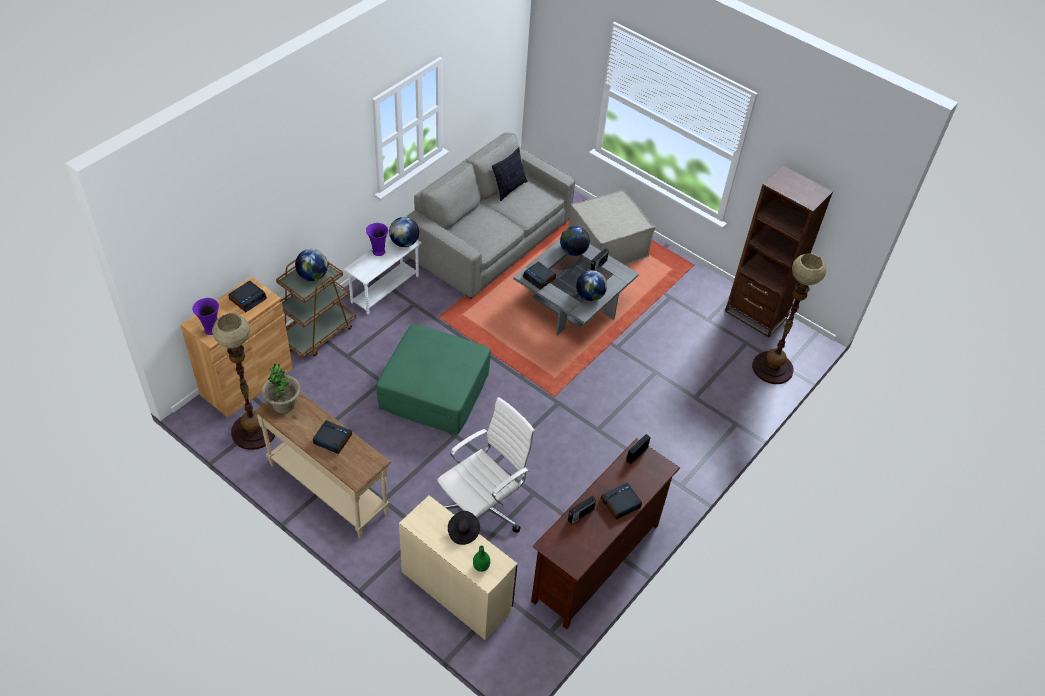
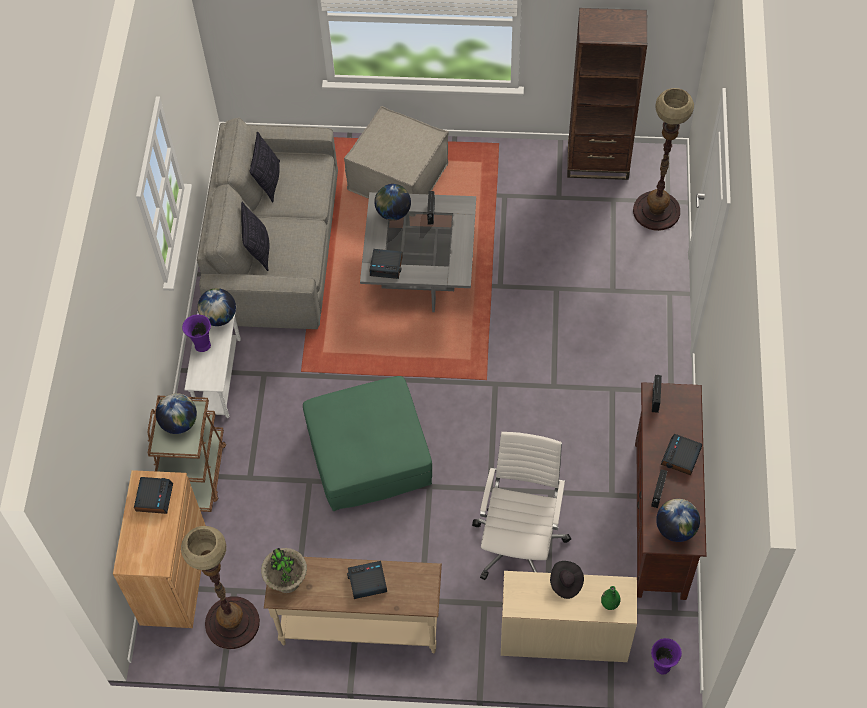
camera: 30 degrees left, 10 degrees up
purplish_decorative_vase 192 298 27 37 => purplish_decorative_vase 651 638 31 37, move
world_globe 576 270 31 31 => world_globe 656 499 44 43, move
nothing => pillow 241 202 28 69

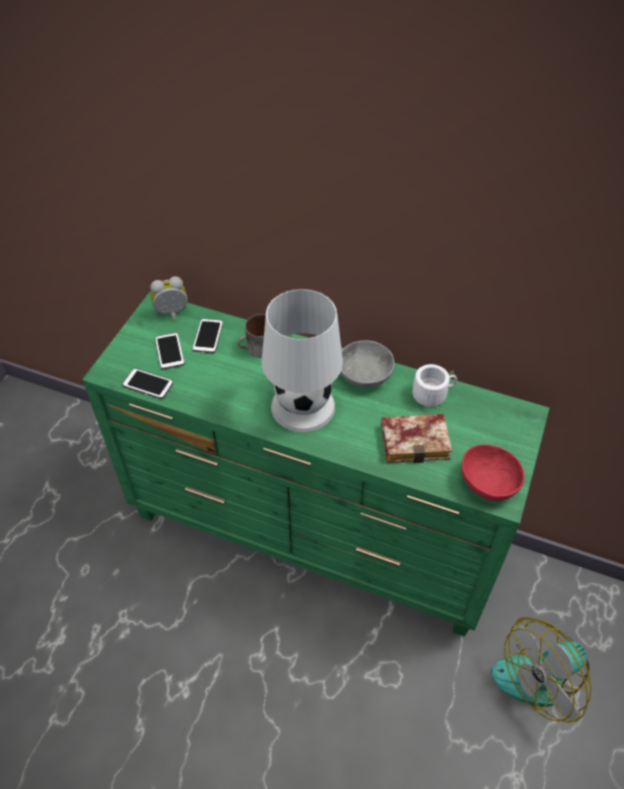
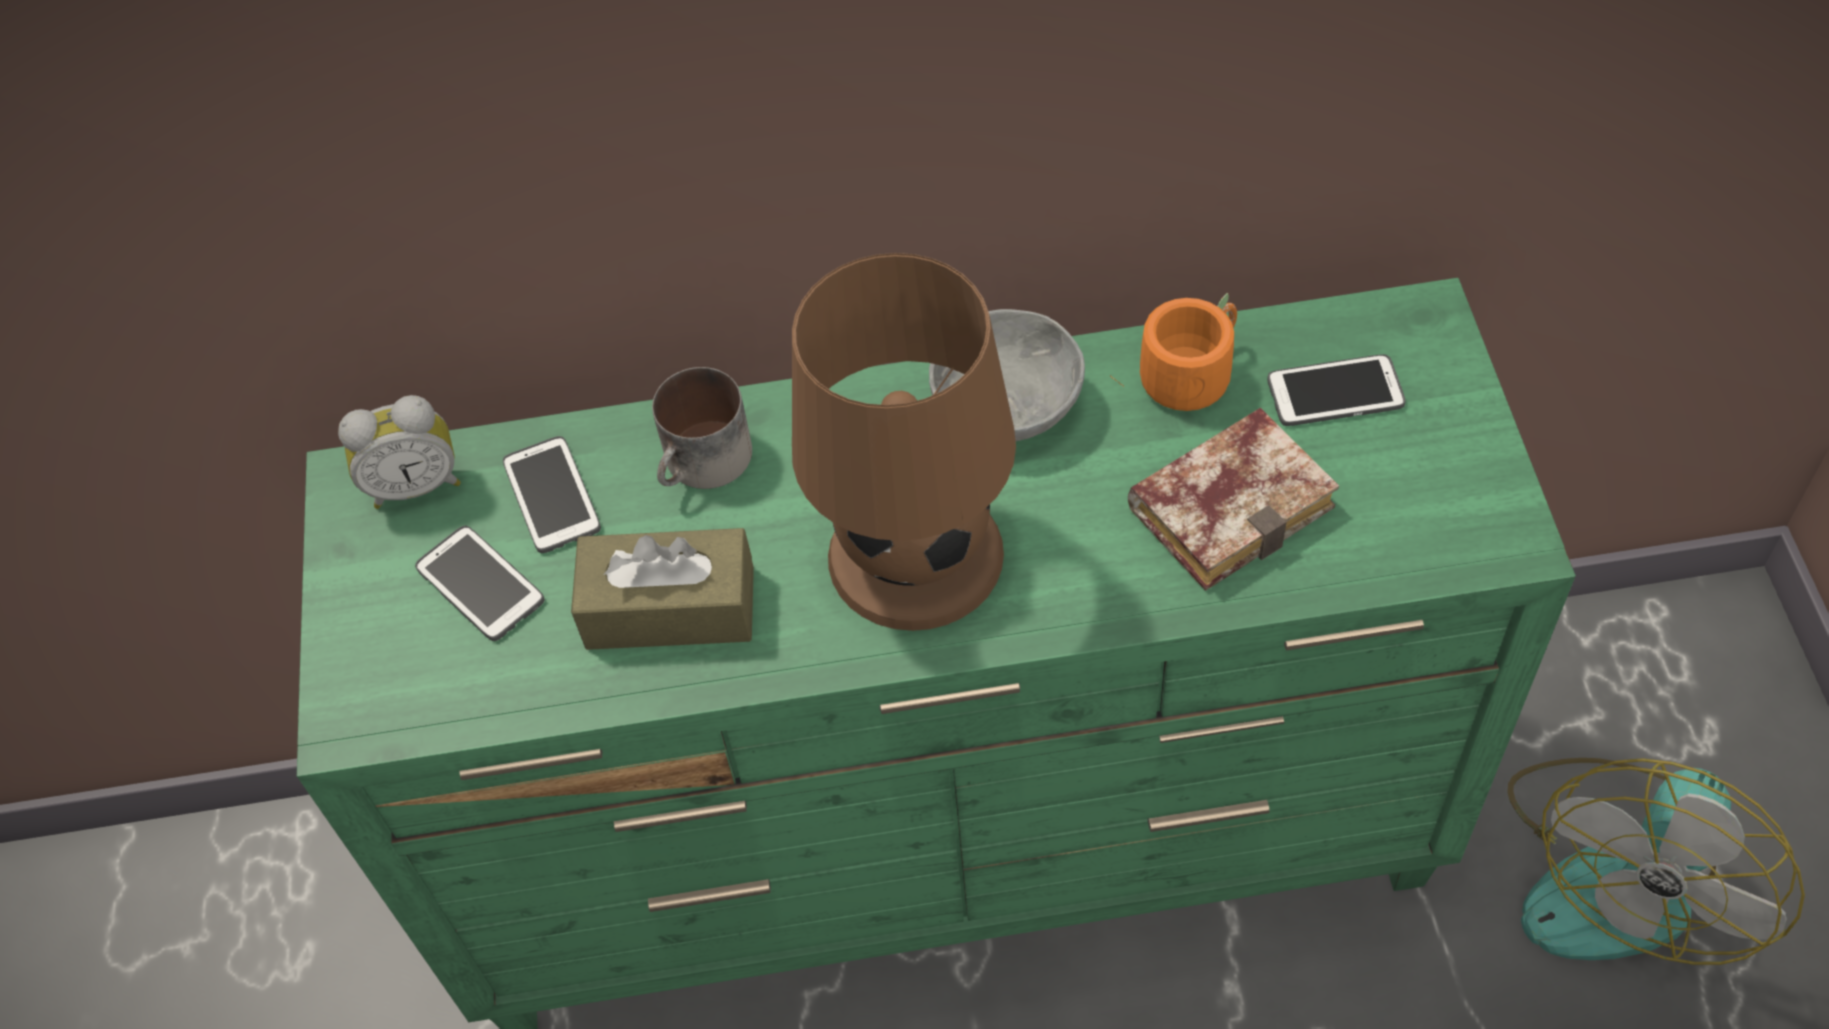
camera: 25 degrees left, 5 degrees up
phone 122 368 52 31 => phone 1267 354 139 72, move
table_clock 150 276 38 45 => table_clock 338 395 123 114, 150 degrees counterclockwise
whitish_table_lamp 262 289 81 143 => brown_table_lamp 792 253 224 378
whitish_mug 405 364 52 43 => orangey_mug 1110 293 127 118
red_deep_dish 461 444 64 57 => nothing
nothing => brown_tissue_holder 571 528 183 122

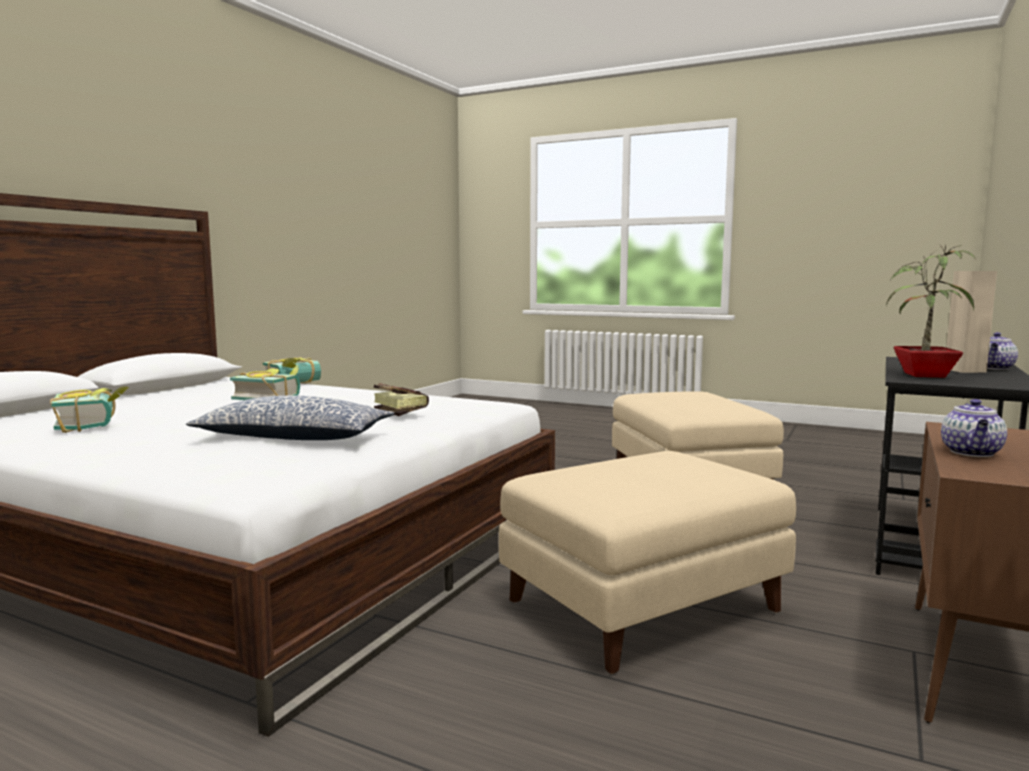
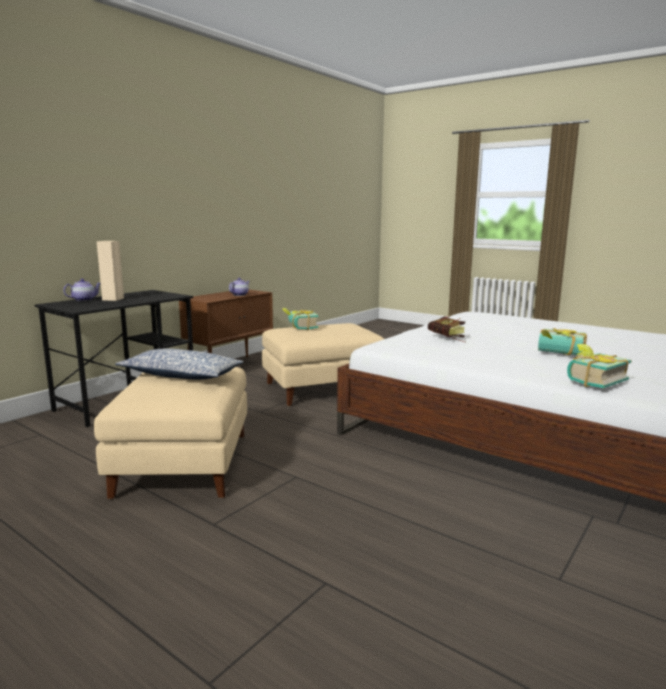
camera: 170 degrees left, 5 degrees up
volume 50 386 79 47 => volume 282 308 37 22, move
pillow 186 395 208 45 => pillow 115 348 129 32, move
potted_plant 886 245 89 133 => nothing

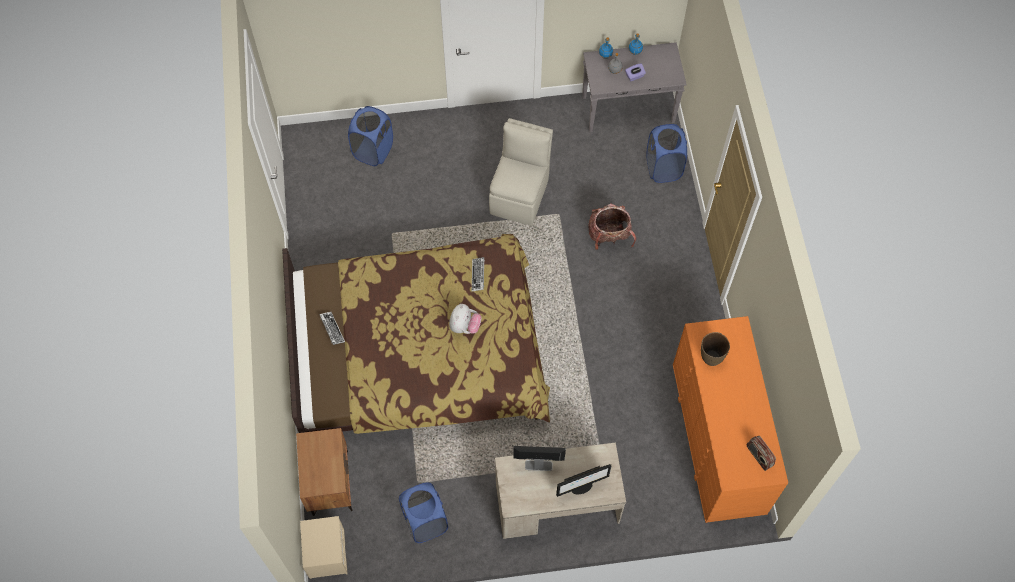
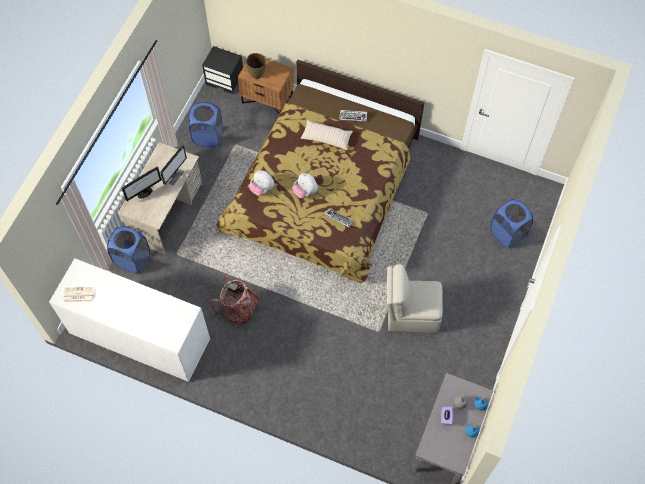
camera: 120 degrees right, 0 degrees up
beige_bedside_table 300 516 48 63 => black-coloured_bedside_table 202 46 41 48
beige_chair 489 118 64 107 => beige_chair 387 264 56 69, 135 degrees clockwise
computer_screen 556 464 56 33 => computer_screen 122 167 40 34, 135 degrees counterclockwise
knapsack 588 203 48 46 => knapsack 210 274 49 50, move
blue-coloured_laundry_basket 647 124 40 59 => blue-coloured_laundry_basket 107 226 43 47, move
orangey_drawer_chest 673 316 115 207 => whitish_drawer_chest 49 258 161 124
brown_decorative_vase 701 332 29 34 => brown_decorative_vase 246 53 20 26, move
radio 747 436 29 35 => newspaper 63 287 31 15
nothing => plush_toy 249 170 25 26
nothing => beige_pillow 301 120 52 30

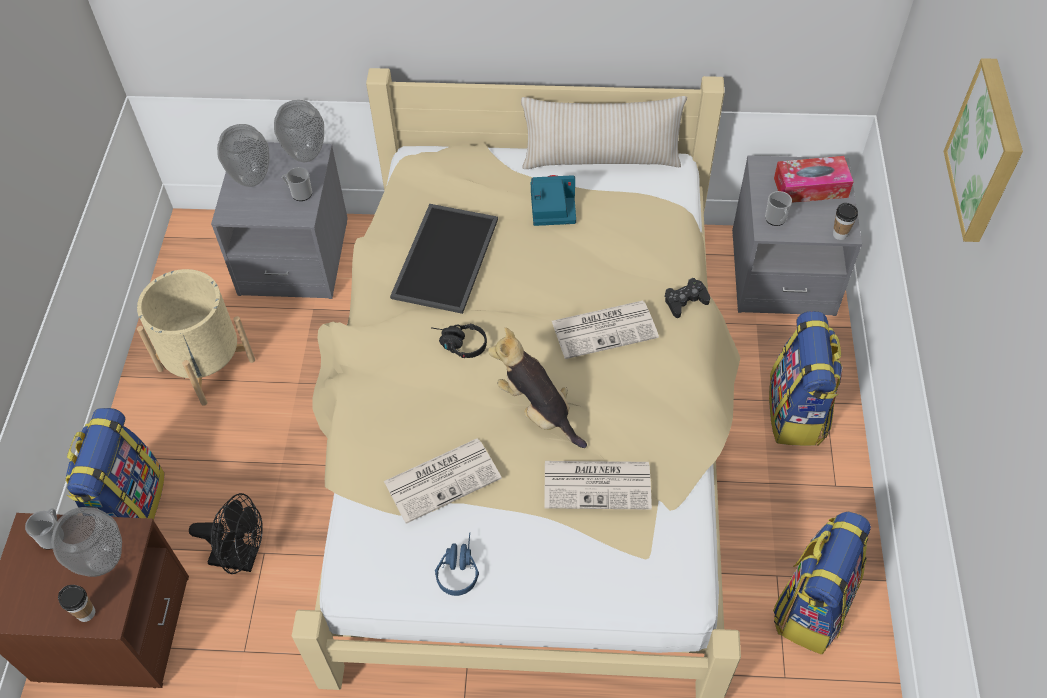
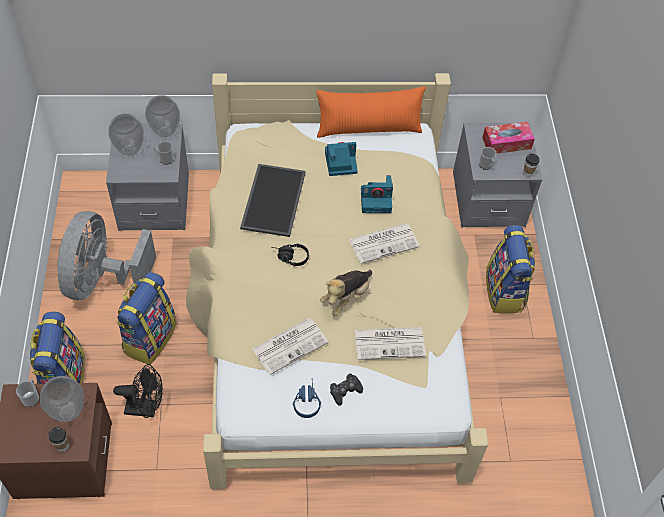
camera: 10 degrees left, 0 degrees up
beige_flower_pot 137 269 118 137 => grey_electric_fan 57 211 99 89
plush_toy 488 327 99 121 => plush_toy 320 270 52 46, 90 degrees counterclockwise
beige_pillow 521 96 166 73 => orangey_pillow 316 87 110 51
black-coloured_gamepad 665 278 45 40 => black-coloured_gamepad 330 373 33 33, move
knapsack 773 511 98 144 => knapsack 116 272 60 93, move
wall_art 944 58 79 184 => nothing
nothing => photo_camera 361 175 32 38

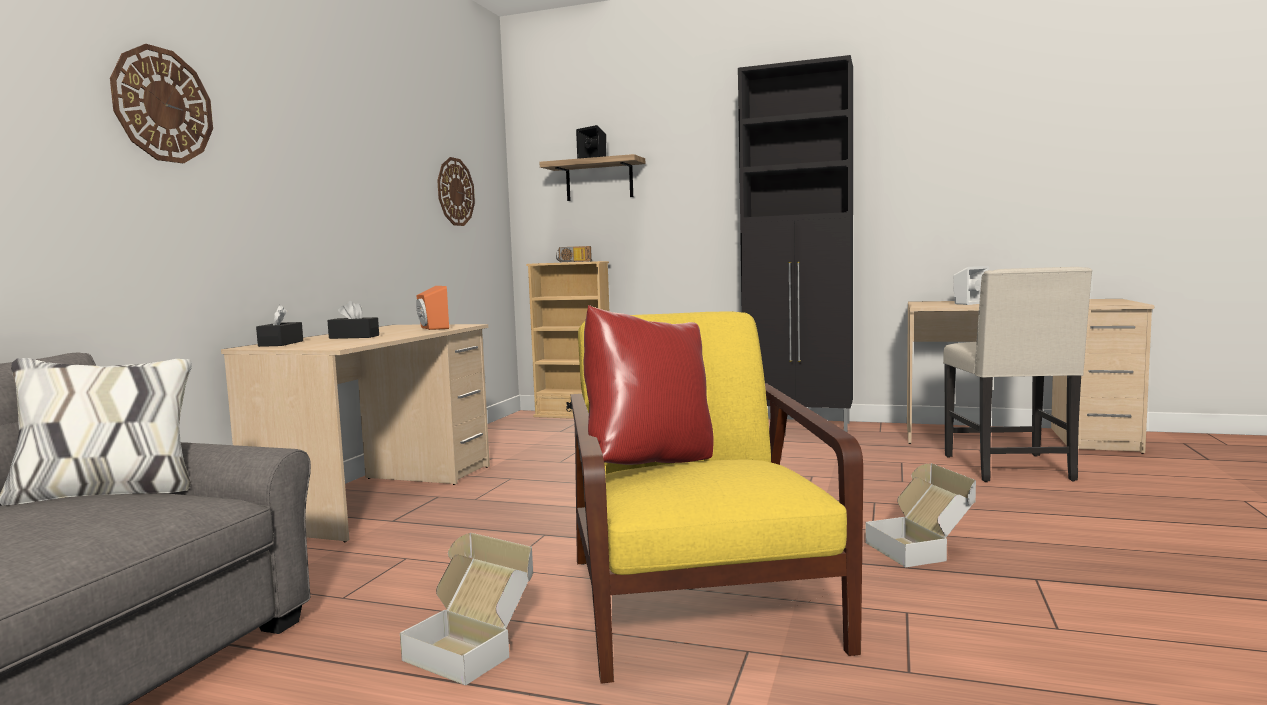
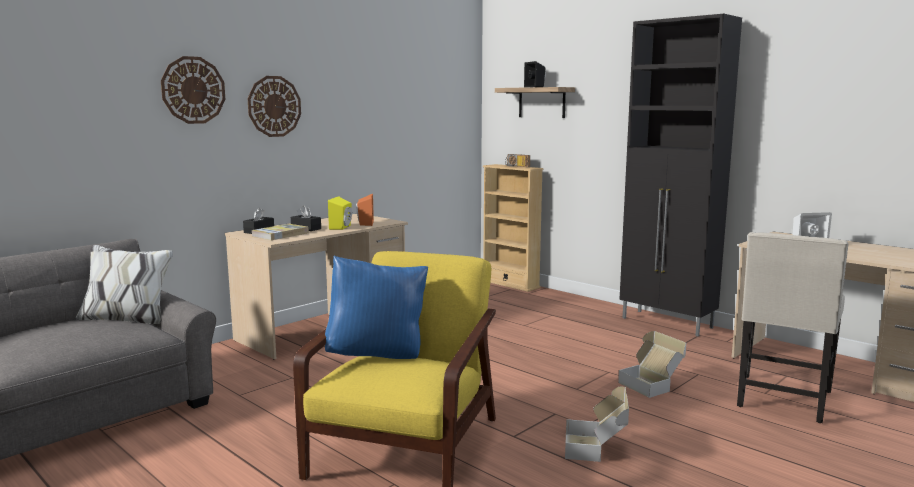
camera: 25 degrees right, 5 degrees up
cardboard_box 400 533 133 153 => cardboard_box 618 331 68 67, move
wall_clock 437 157 38 69 => wall_clock 247 76 54 61, move
red_pillow 584 305 130 160 => blue-coloured_pillow 325 256 103 103
nothing => volume 251 224 58 16
nothing => yellow_loudspeaker 328 196 24 34

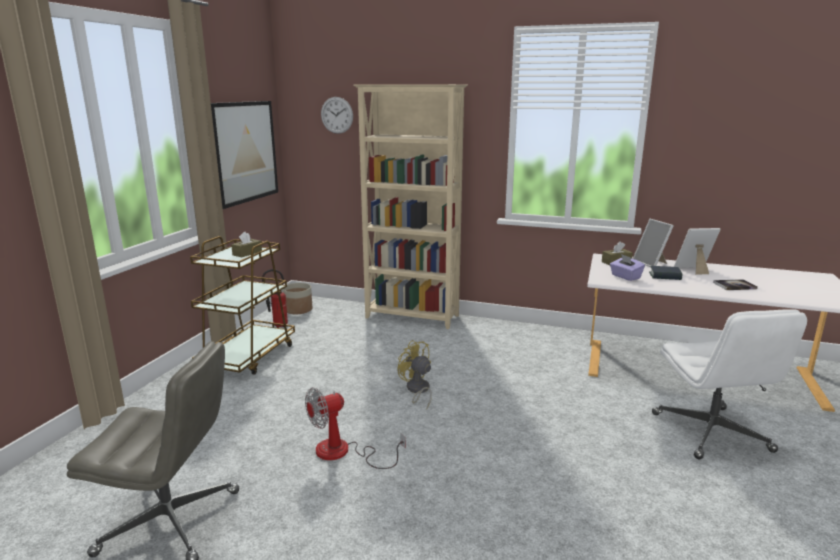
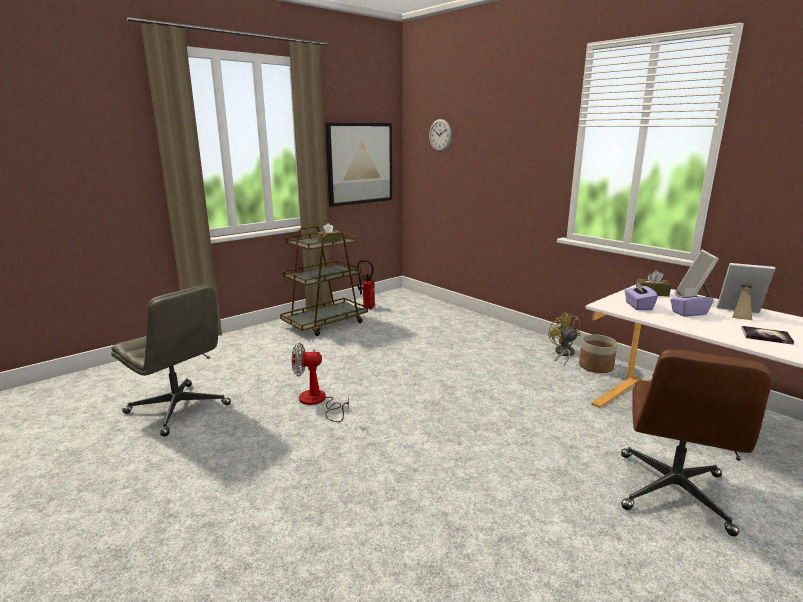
camera: 30 degrees right, 0 degrees up
flower_pot 282 283 31 31 => flower_pot 579 334 38 39, move
beige_bookcase 353 84 115 245 => nothing
yellow_electric_fan 397 340 35 69 => yellow_electric_fan 548 313 32 53, move
volume 649 266 34 14 => purplish_tissue_holder 670 287 44 30
whitish_desk_chair 652 309 155 150 => brown_desk_chair 621 350 151 186

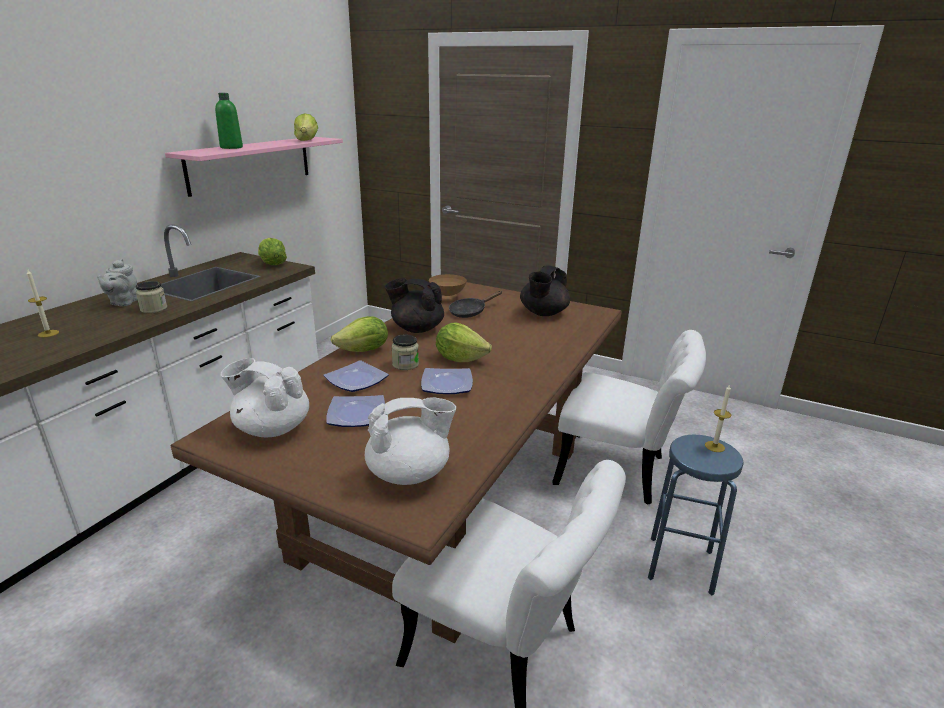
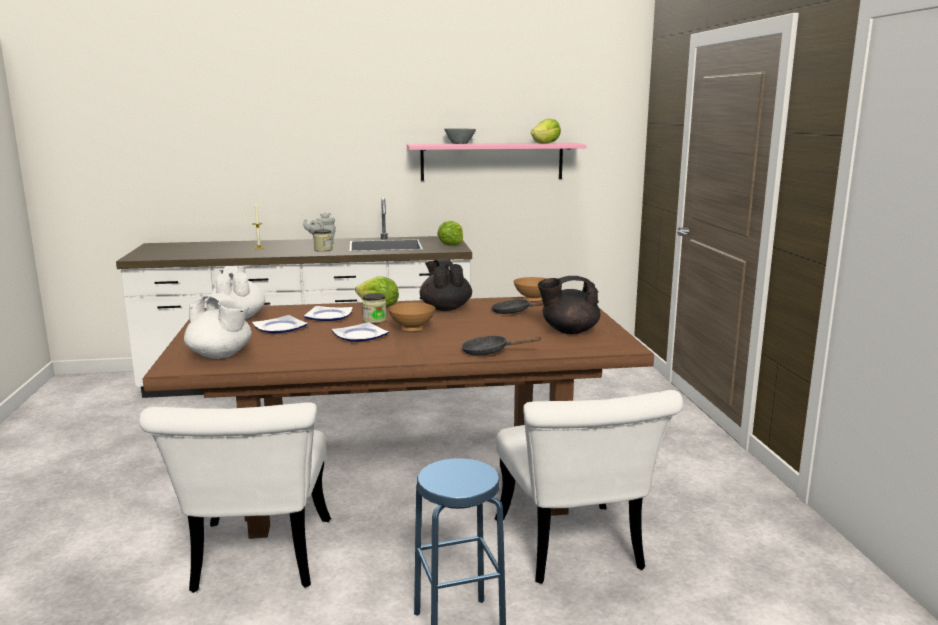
camera: 55 degrees right, 10 degrees down
green-coloured_drink_bottle 215 93 28 56 => grey_deep_dish 444 128 32 16
lettuce 436 323 56 39 => brown_deep_dish 388 302 47 29
wax_candle 705 384 27 68 => nothing
nothing => black-coloured_skillet 461 336 81 19

